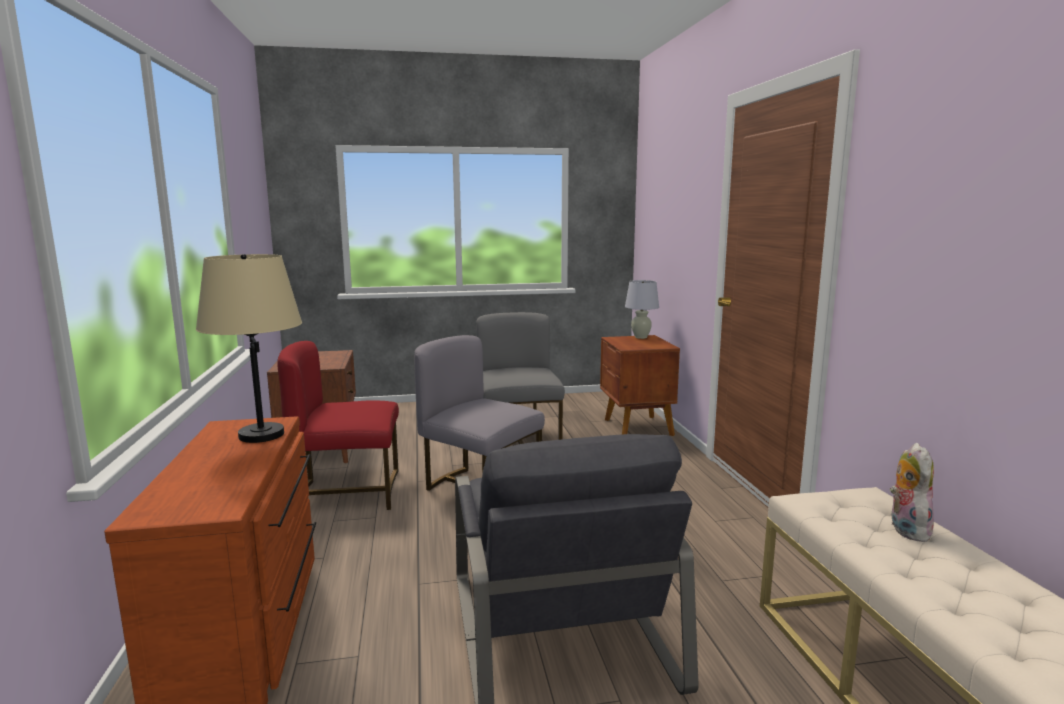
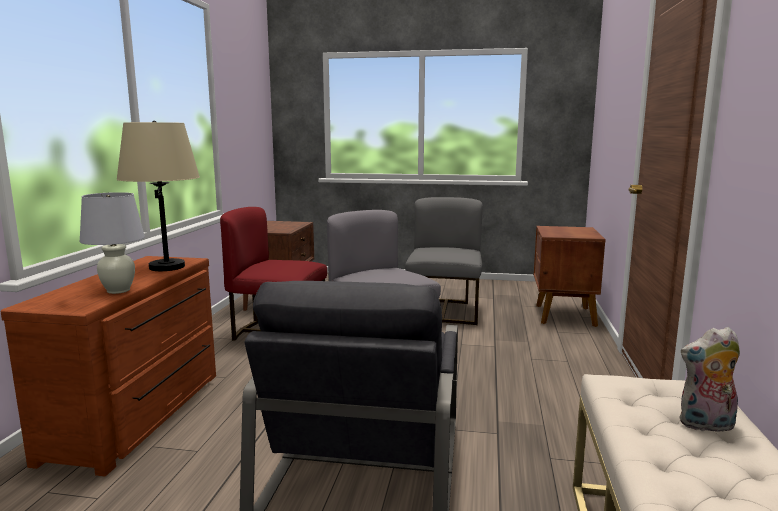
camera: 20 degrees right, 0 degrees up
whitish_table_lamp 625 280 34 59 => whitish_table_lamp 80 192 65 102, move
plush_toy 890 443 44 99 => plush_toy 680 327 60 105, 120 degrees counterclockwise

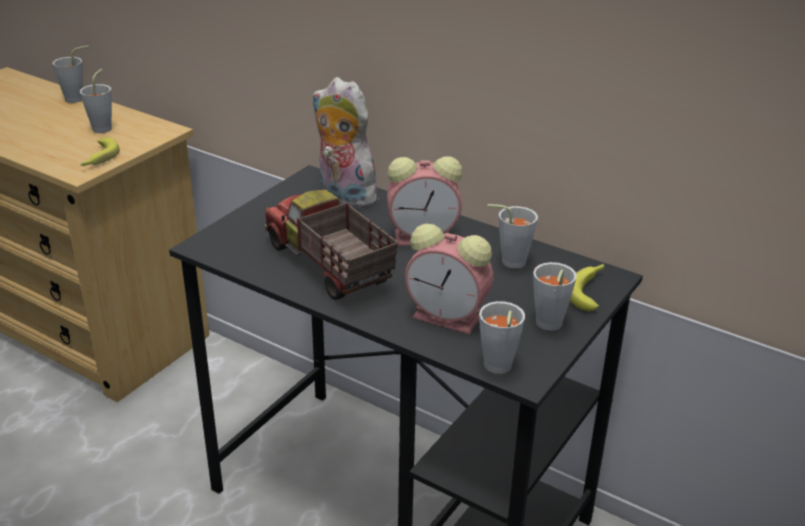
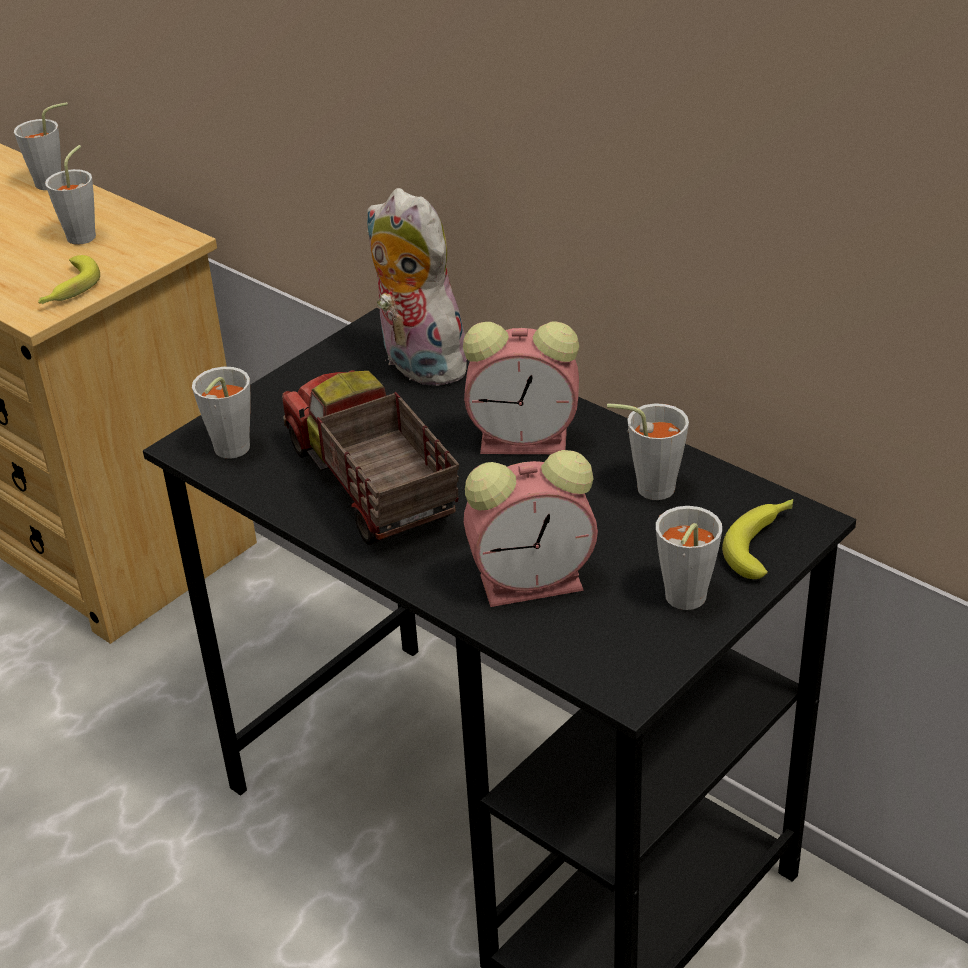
camera: 10 degrees right, 5 degrees up
table_clock 405 224 89 110 => table_clock 464 450 134 157, 45 degrees counterclockwise
grey_small_cup 479 301 46 73 => grey_small_cup 192 367 59 92, move

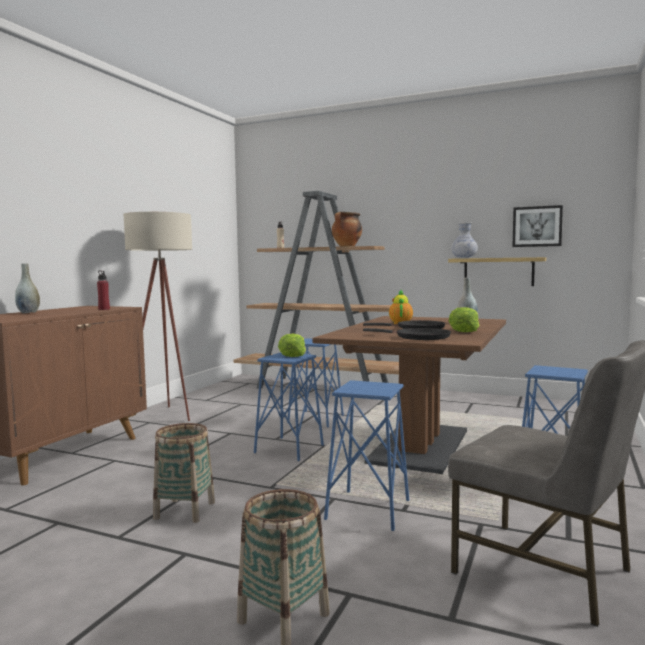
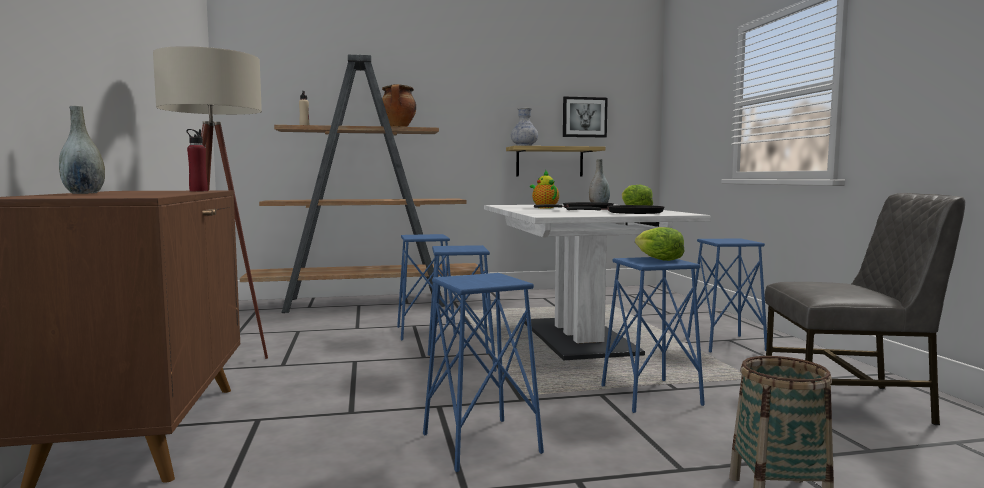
camera: 35 degrees left, 0 degrees up
household_basket 153 423 62 100 => blue-coloured_stool_seat 423 273 121 199
lettuce 278 333 28 24 => lettuce 635 227 49 34, move
brown_kitchen_table 312 316 194 158 => whitish_kitchen_table 484 204 227 156

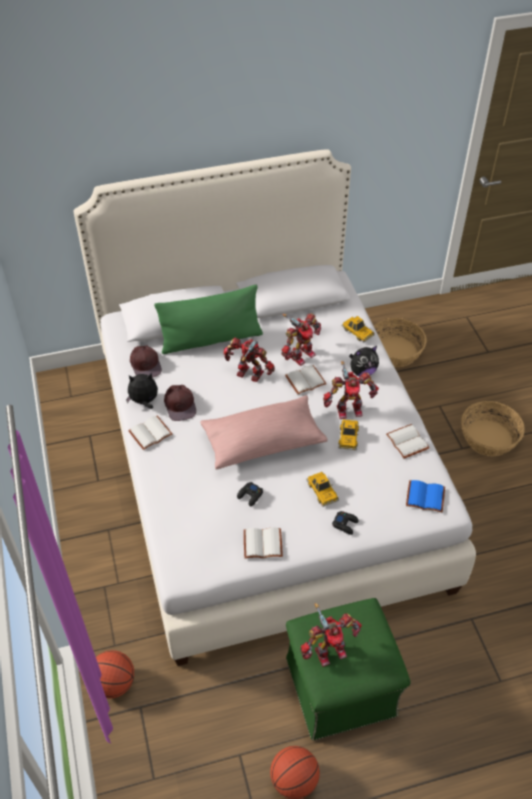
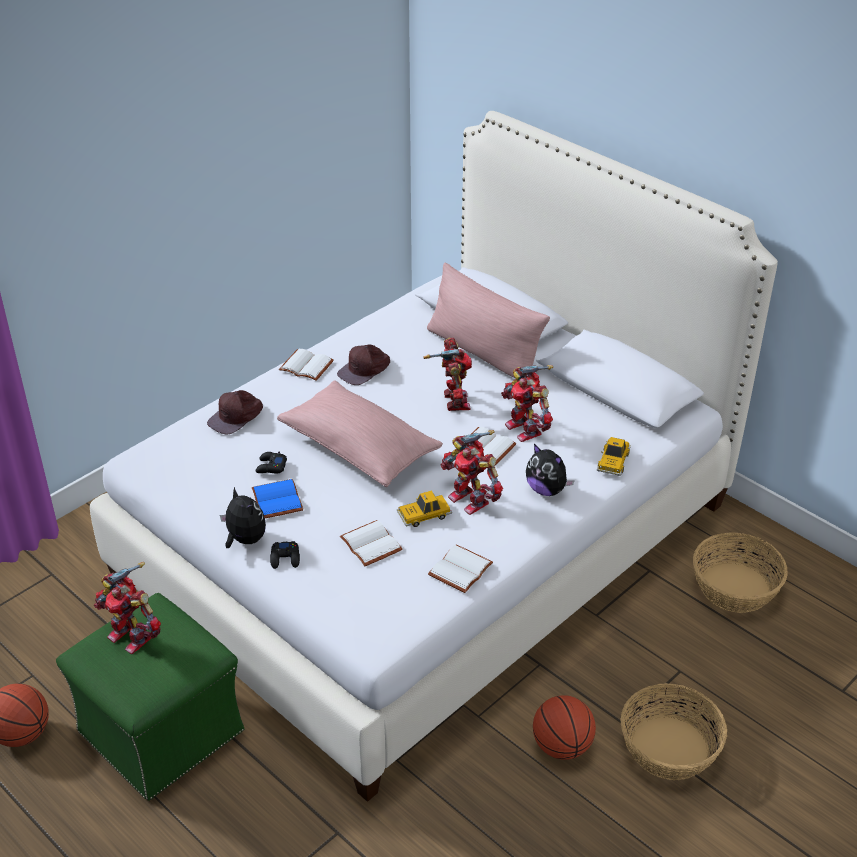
camera: 60 degrees right, 10 degrees down
basketball 96 650 38 48 => basketball 533 695 63 65, move
plush_toy 126 373 32 36 => plush_toy 220 487 46 61, move
brown_baseball_cap 130 345 32 33 => brown_baseball_cap 207 390 56 44, move
green-coloured_pillow 154 285 109 69 => pink_pillow 427 263 123 116
whitish_volume 244 527 39 31 => whitish_volume 340 520 63 46, move
model_robot 281 314 40 52 => model_robot 501 365 52 77, 45 degrees clockwise
miniature_car 306 472 33 35 => nothing
blue-coloured_volume 406 480 39 33 => blue-coloured_volume 252 479 51 39, move

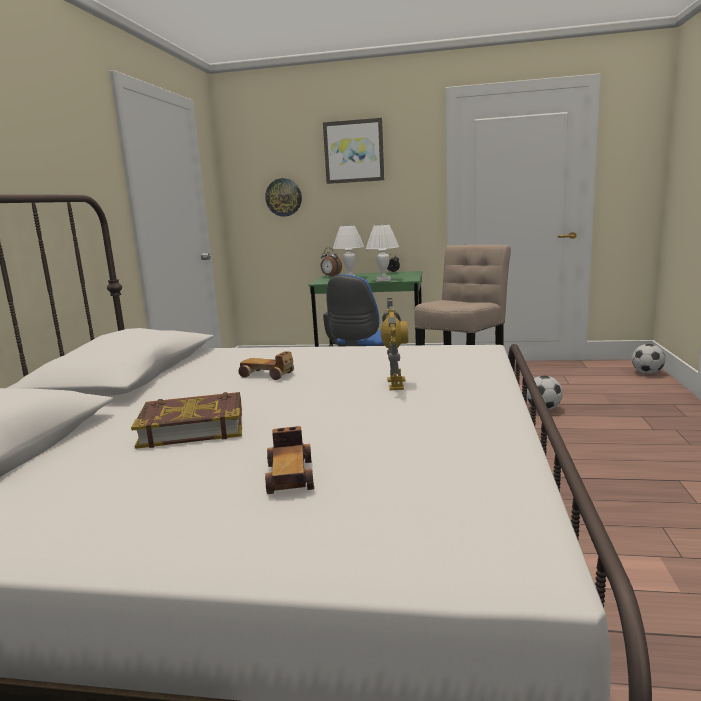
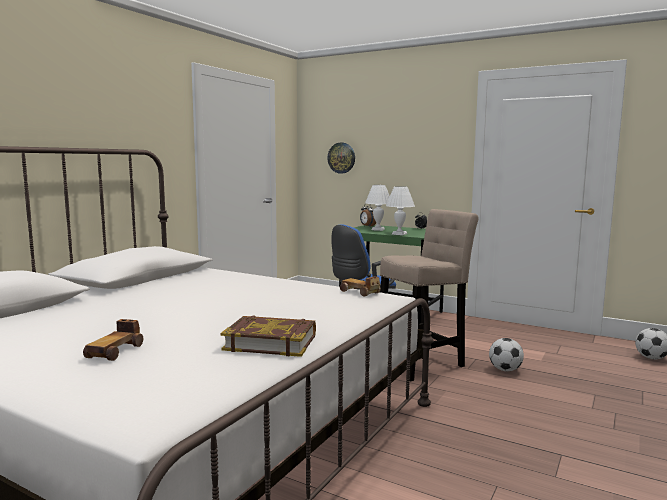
camera: 20 degrees right, 5 degrees down
volume 131 392 111 57 => volume 221 315 95 42, move
miniature_car 239 351 55 29 => miniature_car 340 276 41 21, move
wall_art 323 118 61 66 => nothing
model_robot 381 298 27 92 => nothing

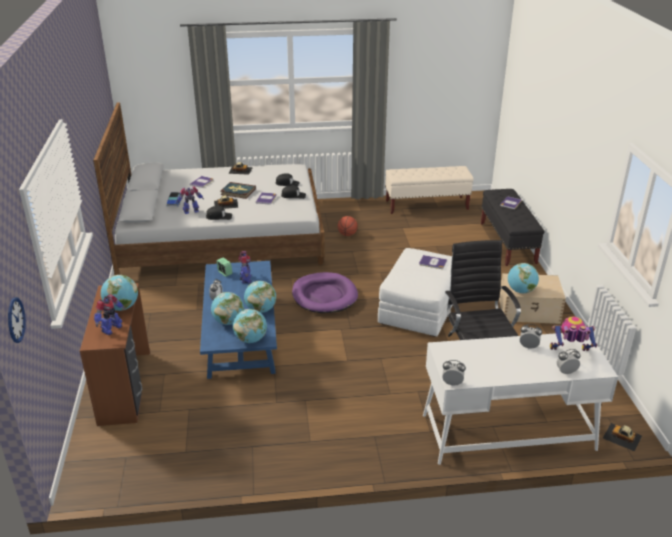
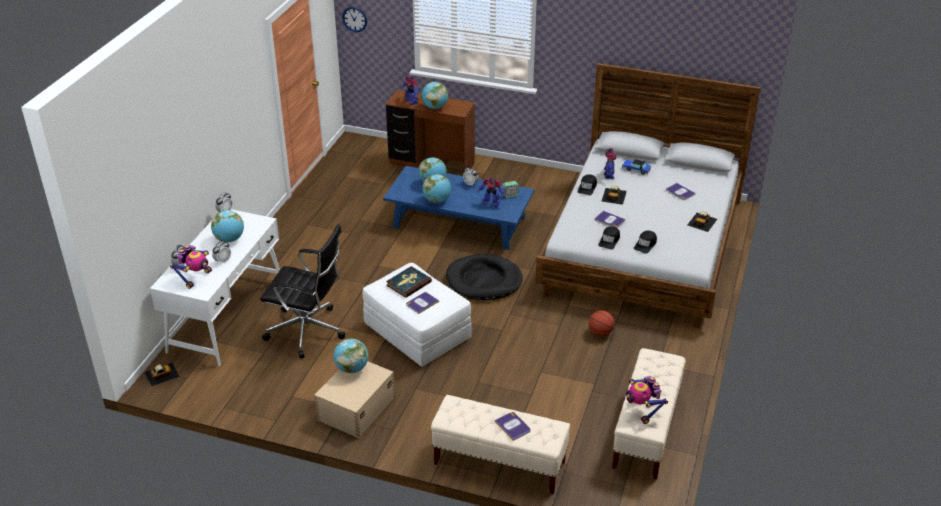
camera: 115 degrees right, 5 degrees up
volume 221 182 35 17 => volume 386 266 46 32, move
world_globe 233 309 34 34 => world_globe 211 210 33 32, move
purplish_dog_cushion 292 272 66 41 => black-coloured_dog_cushion 446 254 77 46
black-coloured_long_seat 481 189 64 77 => beige_long_seat 431 395 139 100
nothing => model_robot 626 376 42 48

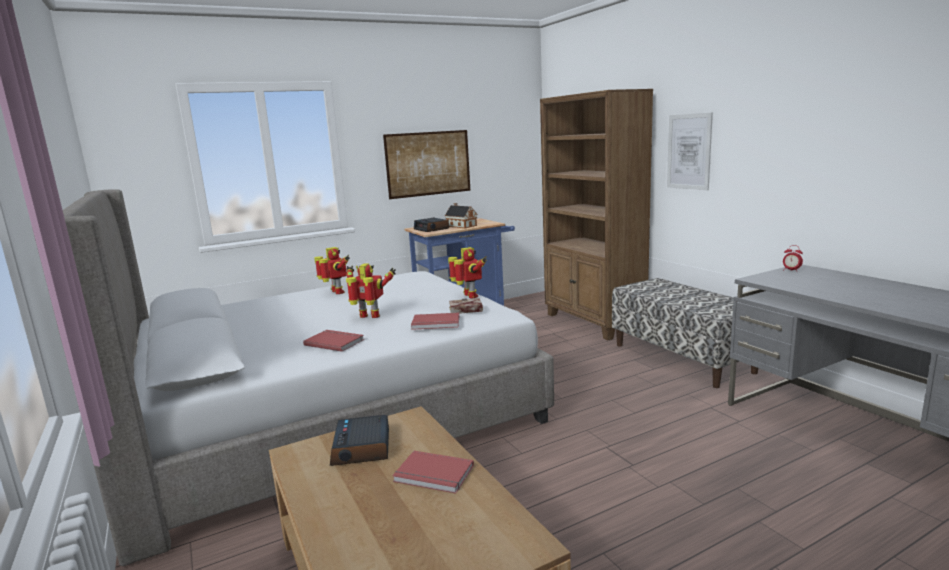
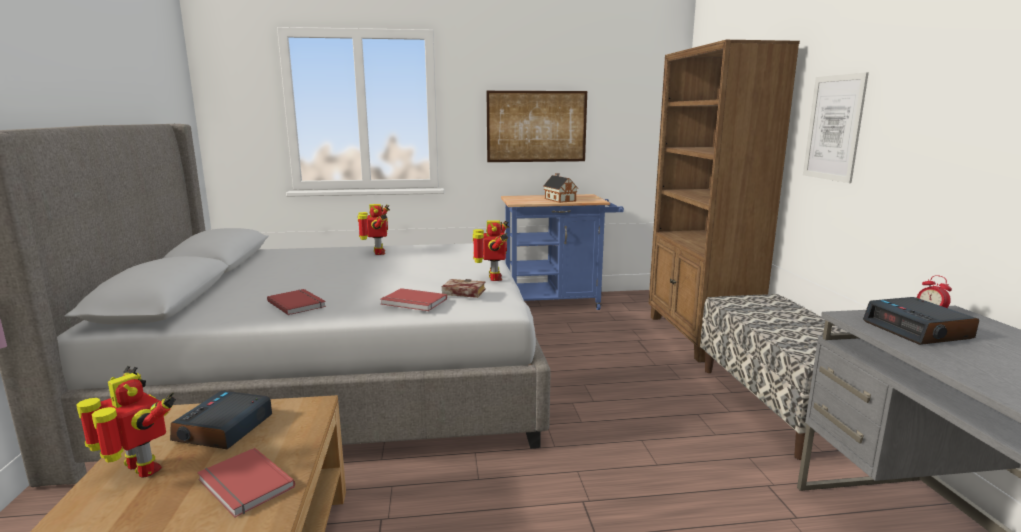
camera: 20 degrees right, 0 degrees up
model_robot 346 263 50 55 => model_robot 77 366 99 112, move
table_clock 414 218 35 14 => table_clock 863 297 116 48, move

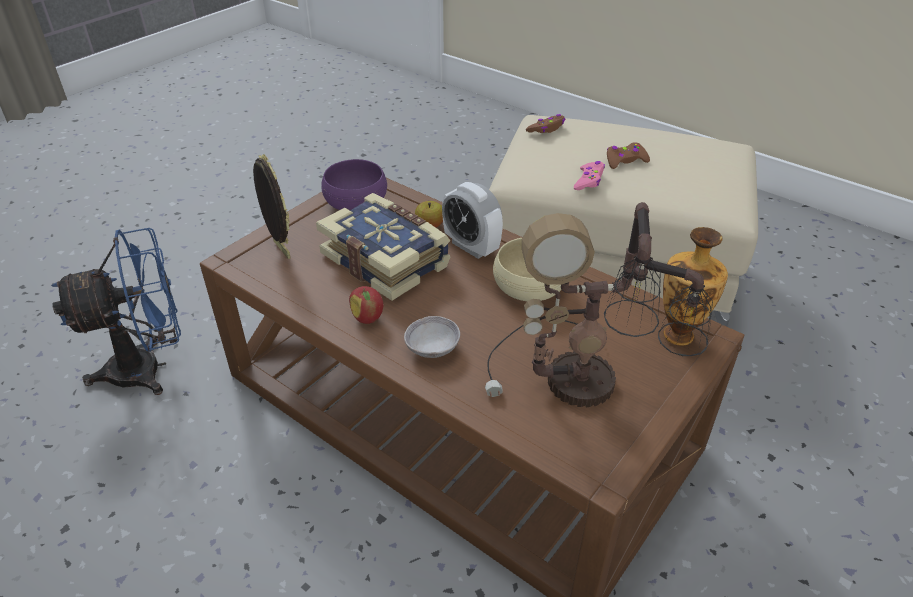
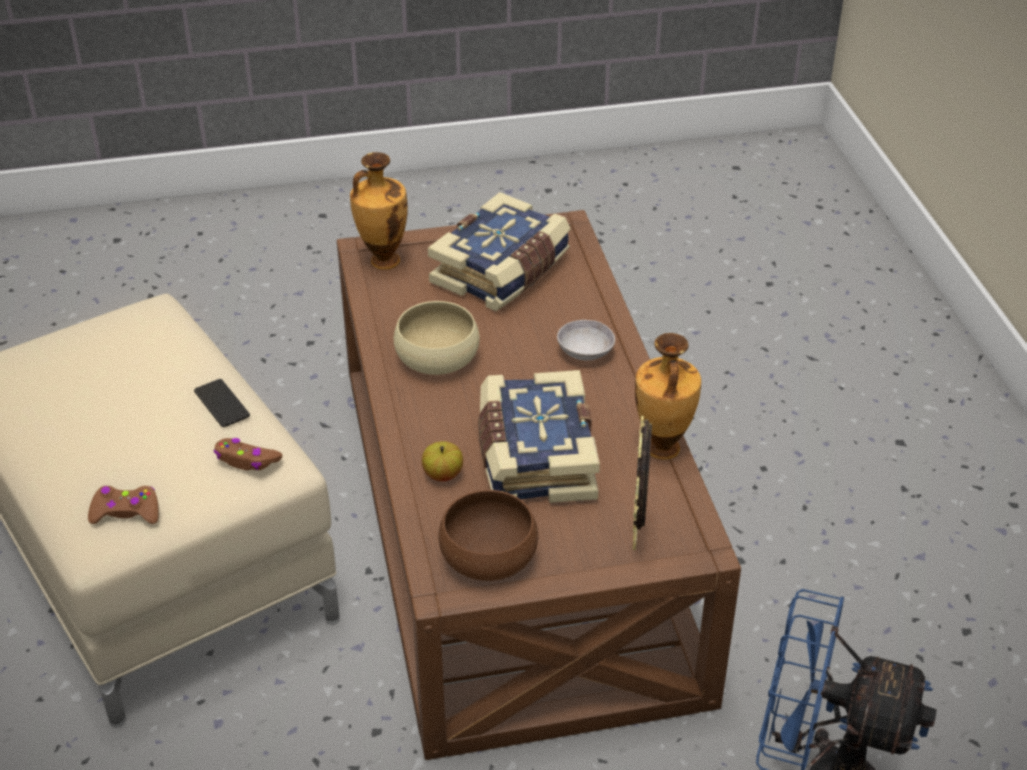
camera: 140 degrees left, 0 degrees up
purplish_deep_dish 321 159 66 51 => brown_deep_dish 438 490 100 91
whole_apple 349 286 34 38 => nothing
table_clock 442 182 61 77 => nothing
table_lamp 485 202 228 205 => volume 428 192 143 119
pink_gamepad 574 161 31 29 => phone 194 379 56 48
brown_gamepad 607 142 43 27 => brown_gamepad 213 438 70 32, move
nothing => decorative_vase 635 333 66 127

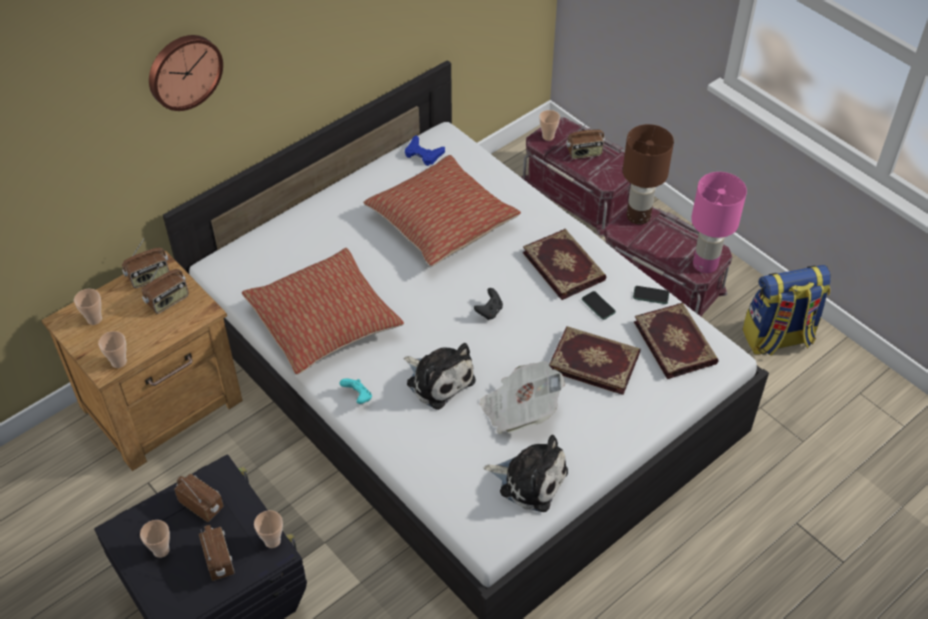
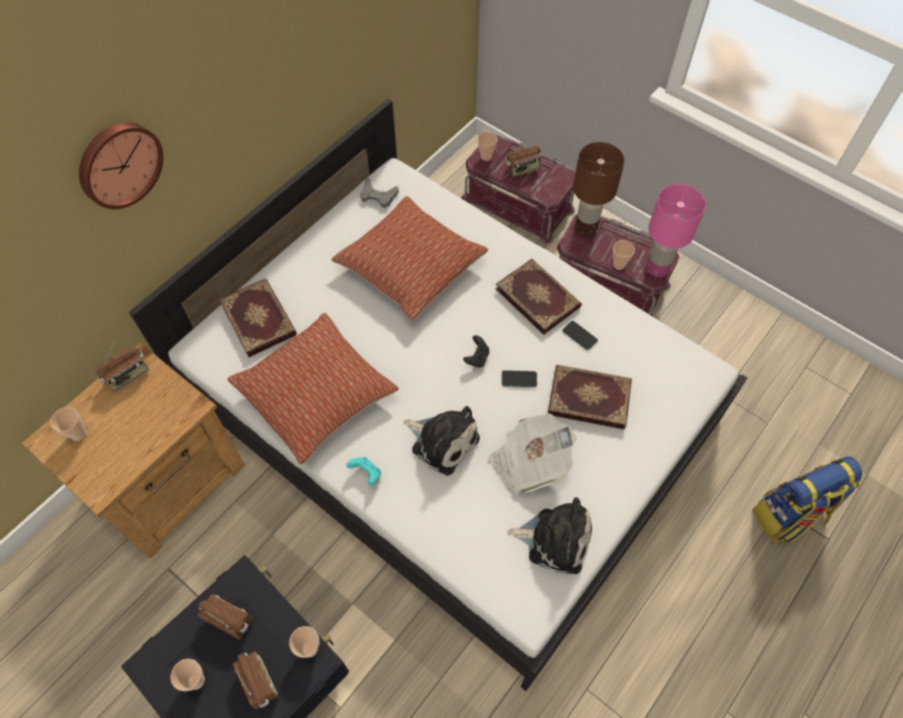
camera: 10 degrees left, 10 degrees up
small_cup 98 331 29 37 => small_cup 613 240 22 30, move
radio 142 261 47 53 => nothing
blue-coloured_gamepad 405 135 40 31 => grey_gamepad 360 178 39 30
phone 633 286 36 18 => phone 502 370 35 17, move
volume 634 303 85 76 => volume 219 279 78 78, move
knapsack 742 265 89 91 => knapsack 752 456 110 87, move

